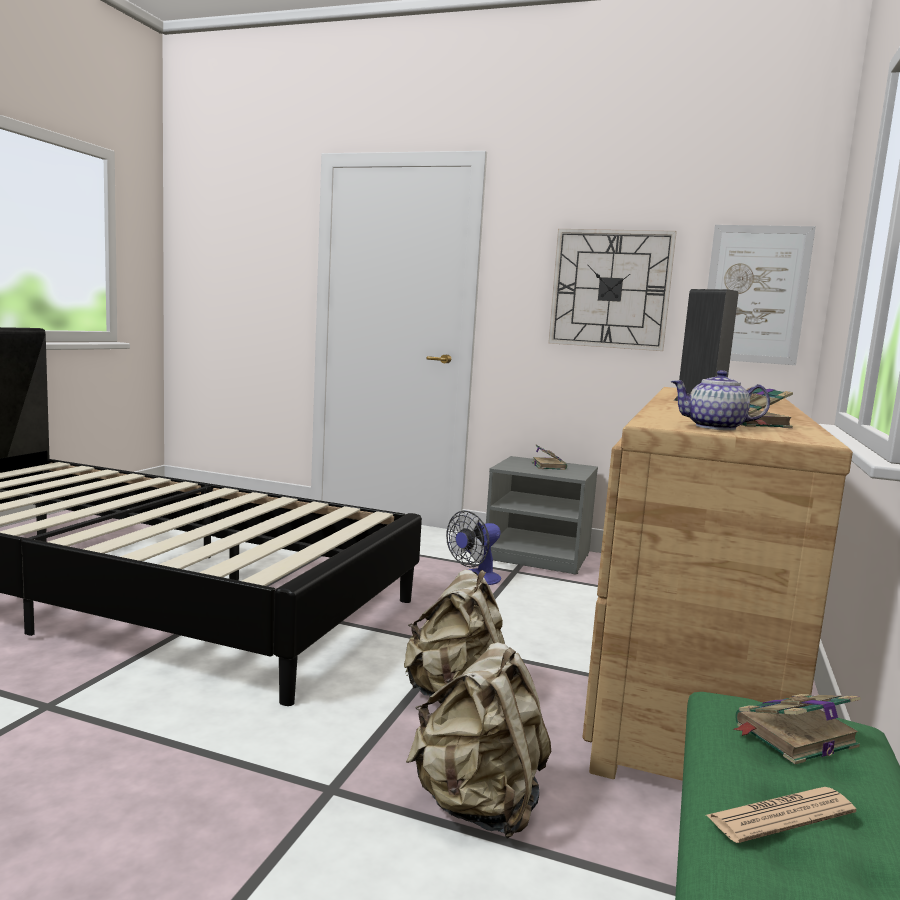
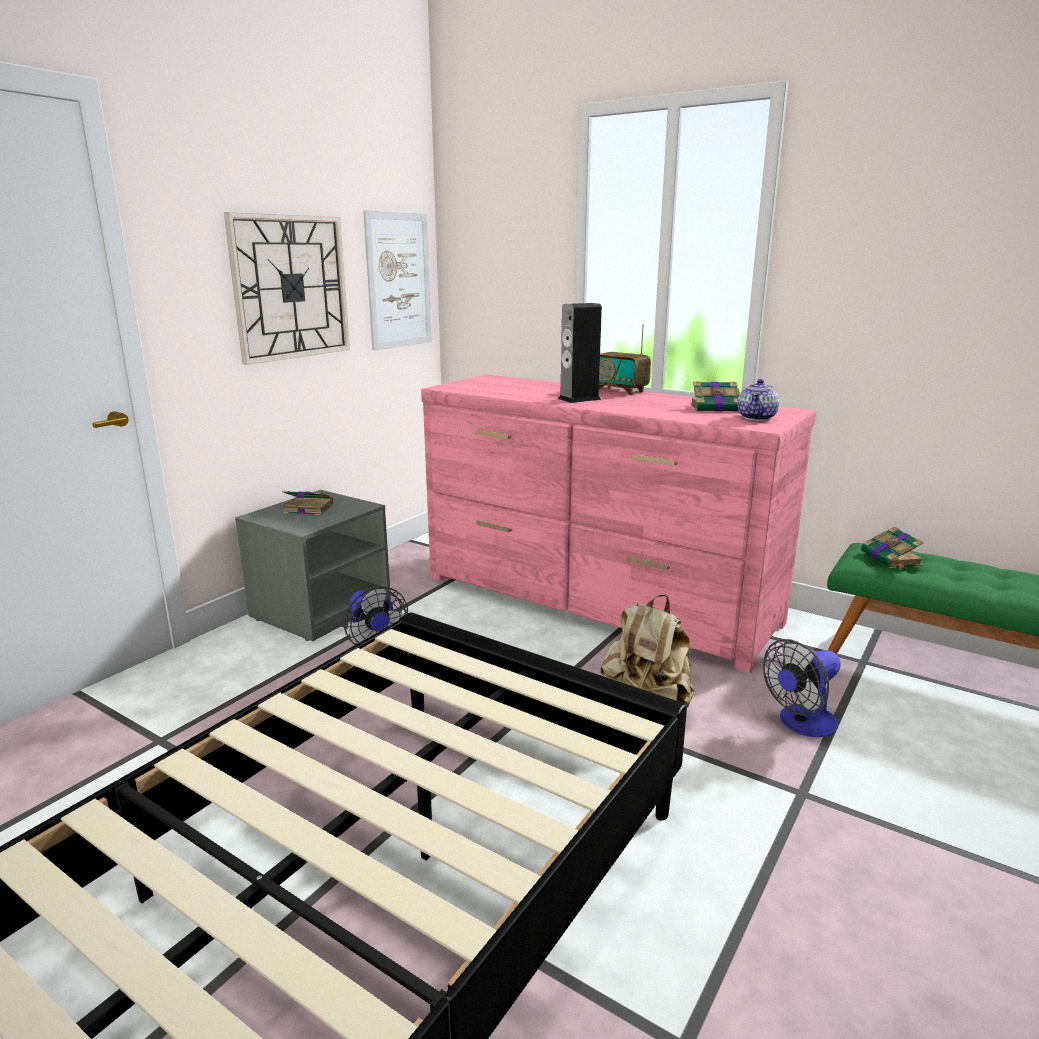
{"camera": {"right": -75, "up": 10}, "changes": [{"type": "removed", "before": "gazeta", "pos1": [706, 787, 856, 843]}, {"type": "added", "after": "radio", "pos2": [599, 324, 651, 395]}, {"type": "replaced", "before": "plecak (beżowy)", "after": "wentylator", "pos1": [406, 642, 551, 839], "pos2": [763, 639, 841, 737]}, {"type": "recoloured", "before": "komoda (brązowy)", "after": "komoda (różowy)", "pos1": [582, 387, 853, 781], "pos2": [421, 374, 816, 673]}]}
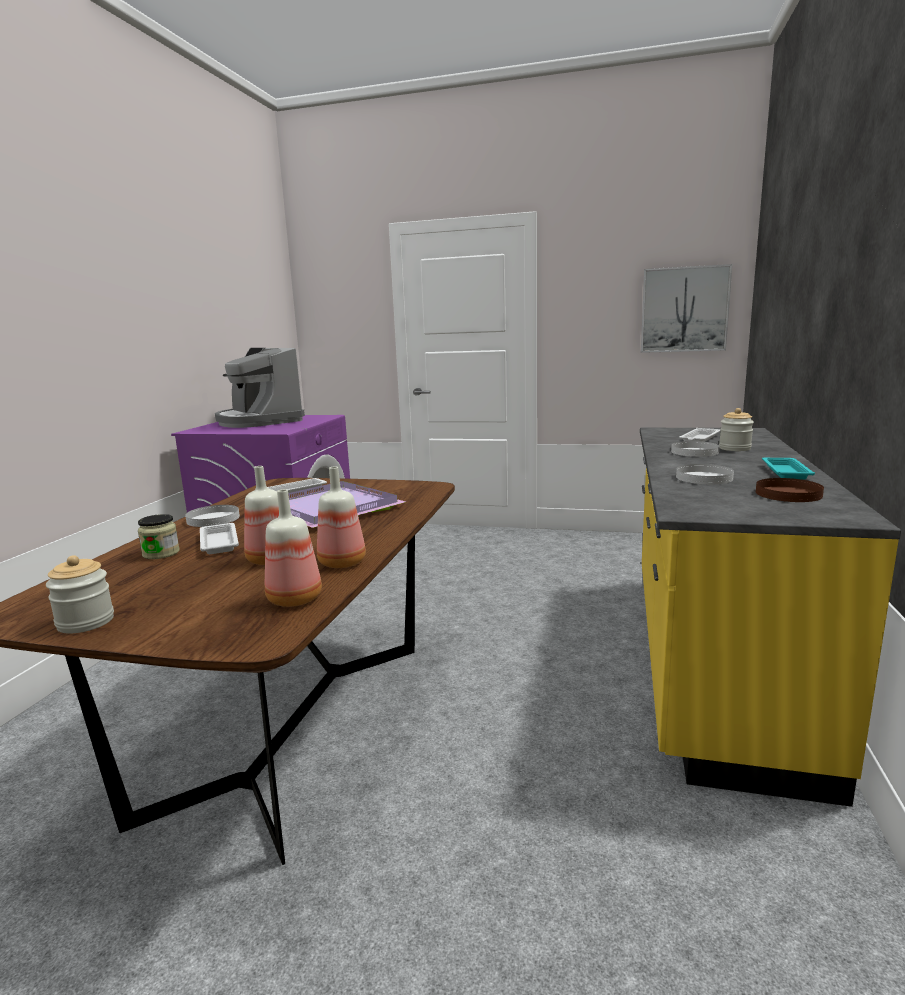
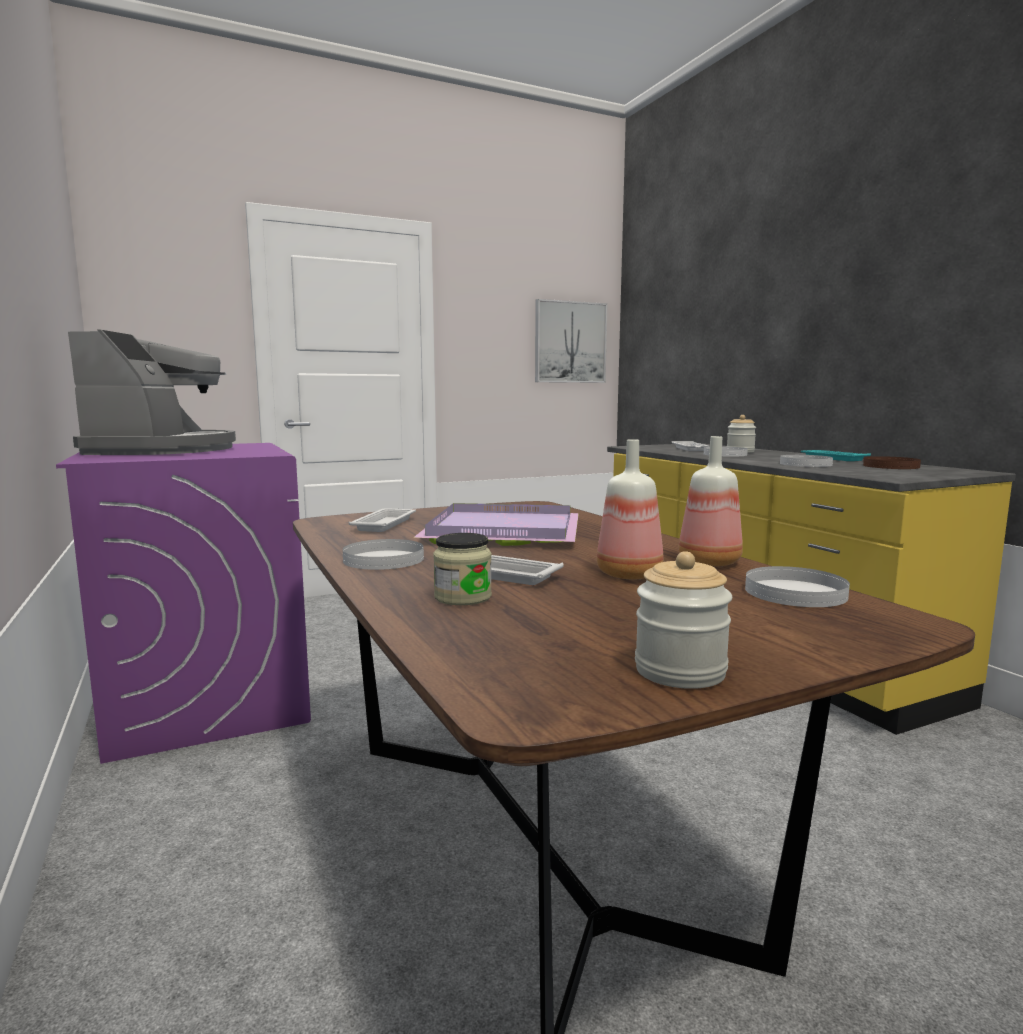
{"camera": {"right": -40, "up": -5}, "changes": [{"type": "replaced", "before": "butelka", "after": "talerz (biały)", "pos1": [265, 489, 322, 607], "pos2": [745, 566, 850, 607]}, {"type": "turned", "before": "ekspres do kawy", "pos1": [215, 348, 305, 428], "pos2": [68, 330, 236, 455], "turn": -105}]}
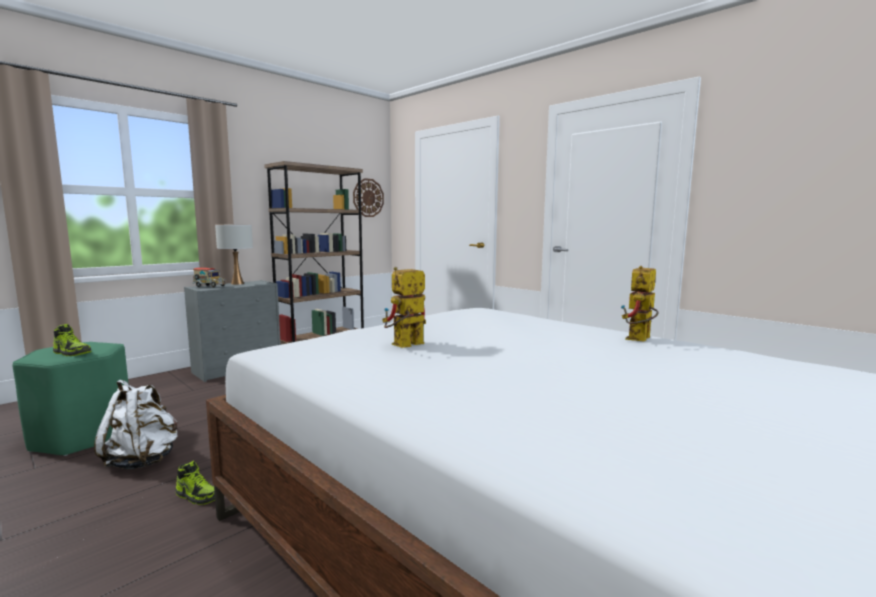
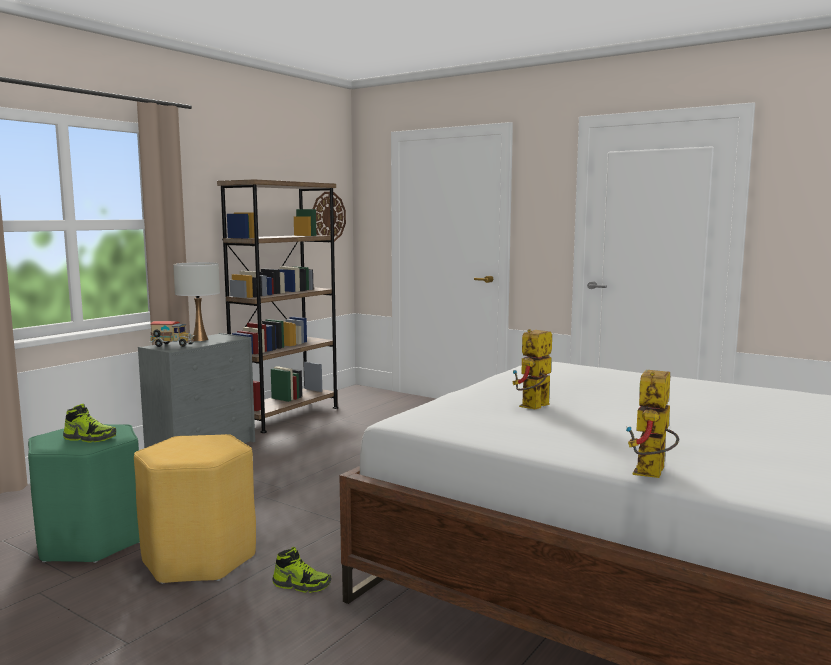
{"camera": {"right": -10, "up": 0}, "changes": [{"type": "moved", "before": "robot zabawkowy", "pos1": [621, 266, 659, 342], "pos2": [626, 370, 679, 478]}, {"type": "replaced", "before": "plecak (biały)", "after": "stołek (żółty)", "pos1": [94, 380, 178, 469], "pos2": [134, 434, 256, 584]}]}
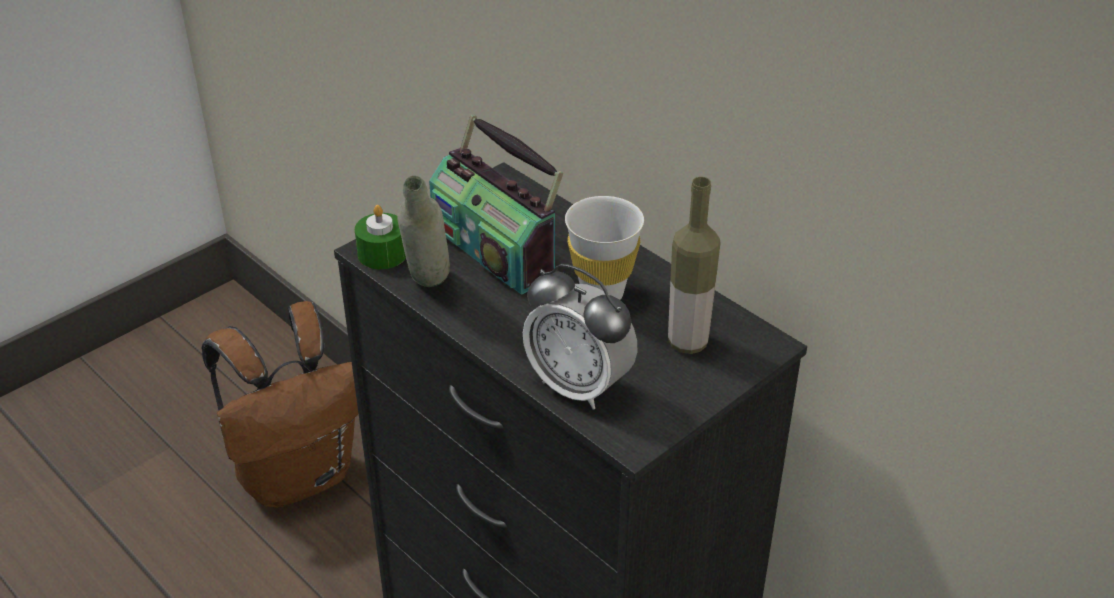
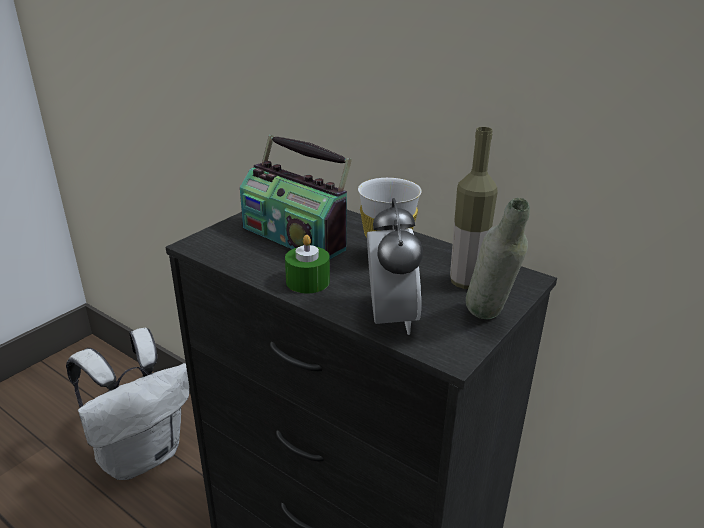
{"camera": {"right": -10, "up": -10}, "changes": [{"type": "moved", "before": "świeca (zielony)", "pos1": [355, 205, 406, 269], "pos2": [285, 235, 330, 293]}, {"type": "moved", "before": "butelka (szary)", "pos1": [397, 176, 450, 287], "pos2": [466, 198, 530, 319]}, {"type": "recoloured", "before": "plecak (brązowy)", "after": "plecak (biały)", "pos1": [201, 301, 358, 507], "pos2": [66, 328, 189, 480]}, {"type": "turned", "before": "budzik", "pos1": [523, 264, 637, 410], "pos2": [367, 198, 423, 335], "turn": -120}]}
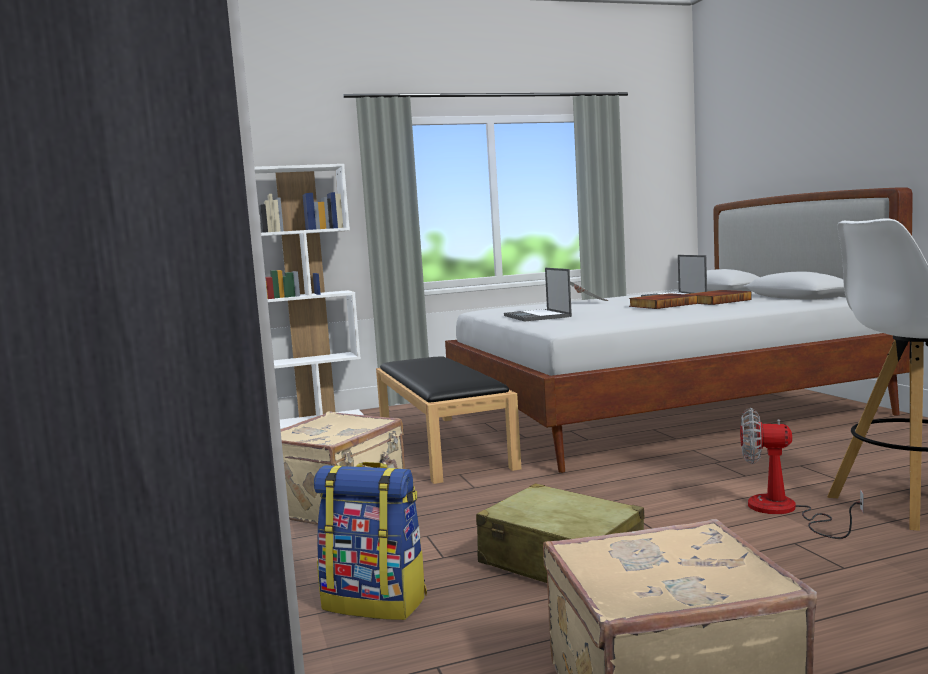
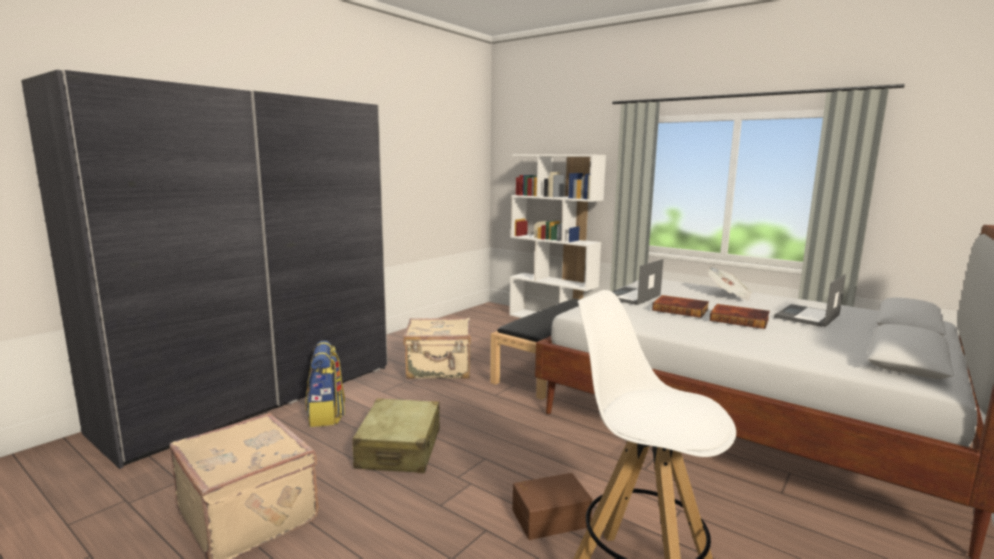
{"camera": {"right": 55, "up": 5}, "changes": [{"type": "moved", "before": "książka", "pos1": [687, 290, 752, 305], "pos2": [652, 295, 709, 318]}, {"type": "replaced", "before": "wentylator", "after": "pojemnik do przechowywania (brązowy)", "pos1": [740, 408, 864, 539], "pos2": [513, 473, 593, 540]}]}
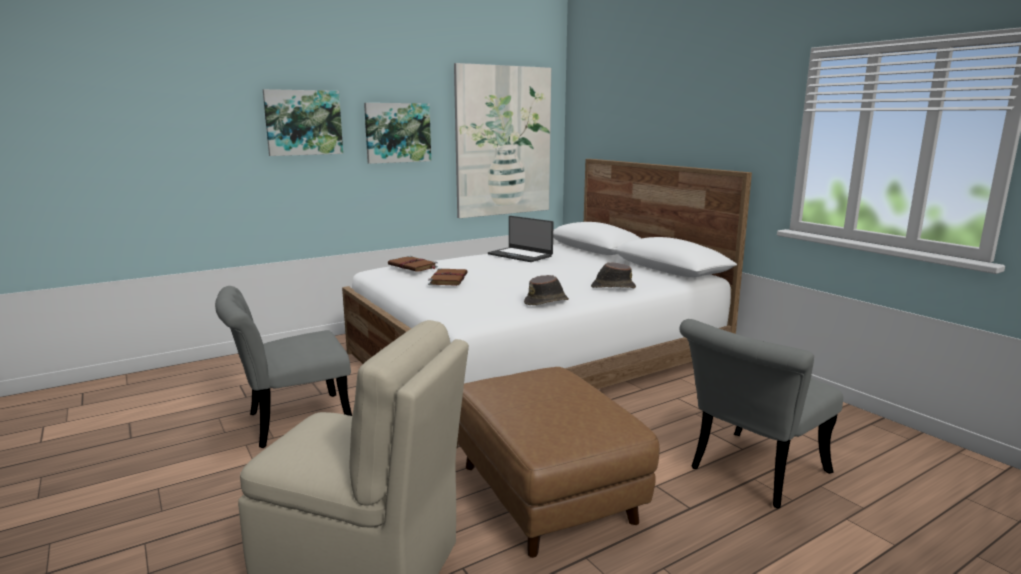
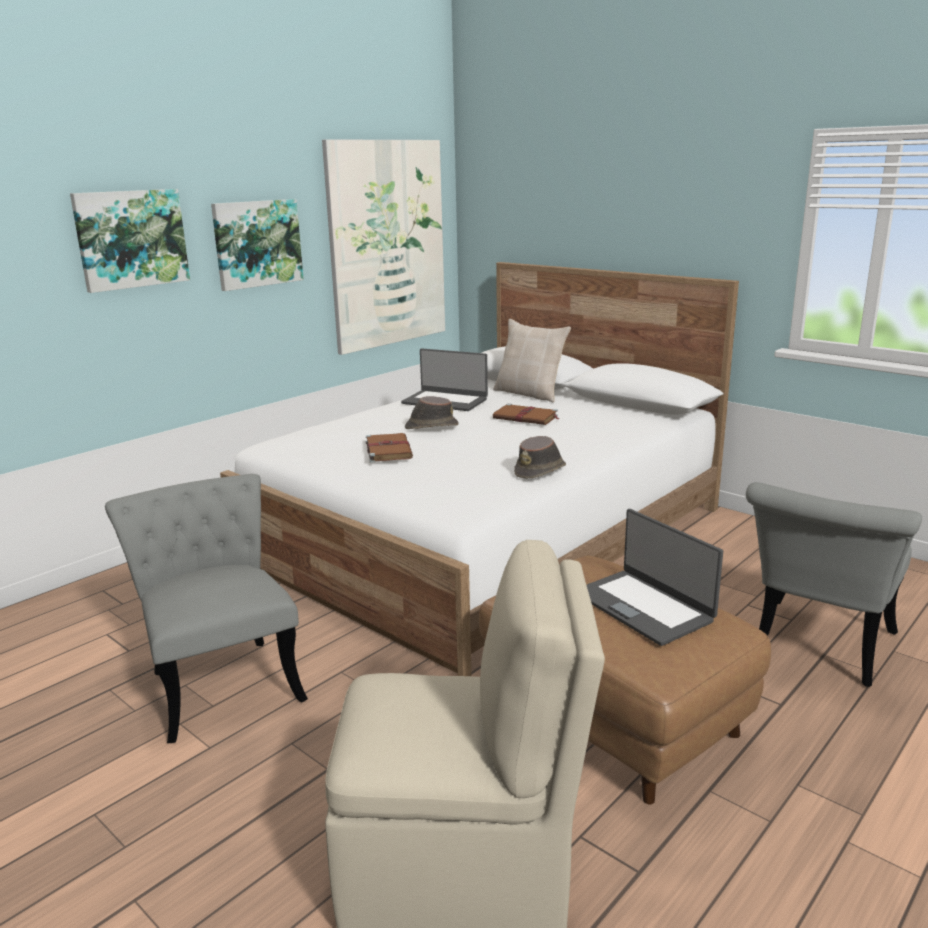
{"camera": {"right": -15, "up": 5}, "changes": [{"type": "added", "after": "poduszka (beżowy)", "pos2": [493, 319, 571, 402]}, {"type": "added", "after": "laptop", "pos2": [587, 509, 723, 646]}, {"type": "moved", "before": "książka (brązowy)", "pos1": [388, 256, 438, 272], "pos2": [493, 404, 560, 425]}, {"type": "moved", "before": "kapelusz (brązowy)", "pos1": [591, 262, 636, 288], "pos2": [405, 396, 459, 429]}, {"type": "turned", "before": "krzesło (szary)", "pos1": [215, 286, 352, 448], "pos2": [105, 474, 308, 743], "turn": 105}]}
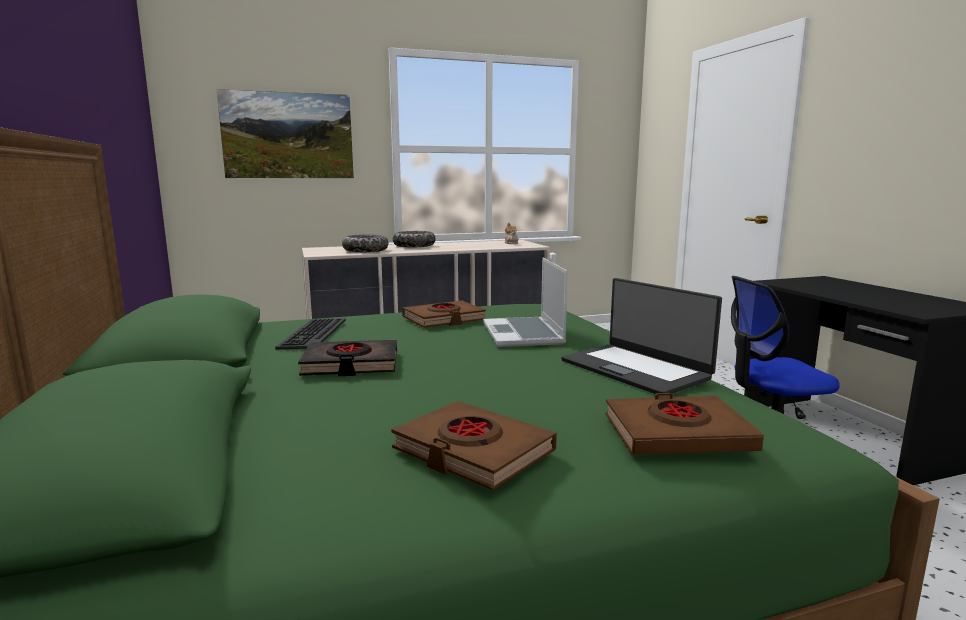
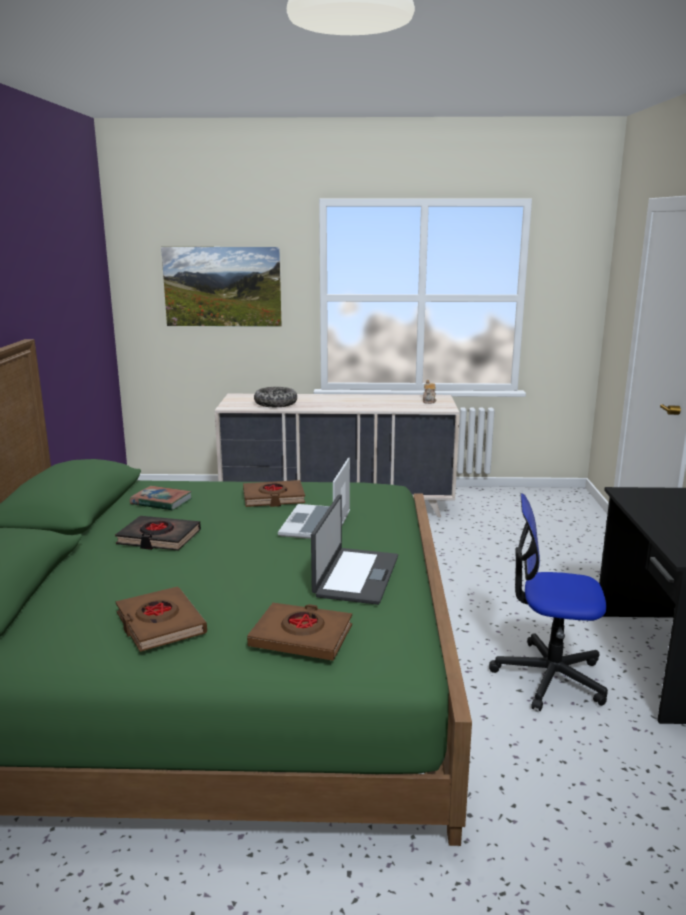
{"camera": {"right": 20, "up": 5}, "changes": [{"type": "removed", "before": "miska", "pos1": [393, 231, 435, 247]}, {"type": "replaced", "before": "klawiatura", "after": "książka", "pos1": [275, 318, 346, 350], "pos2": [130, 486, 192, 511]}, {"type": "turned", "before": "laptop", "pos1": [561, 278, 722, 394], "pos2": [311, 495, 398, 605], "turn": -150}]}
